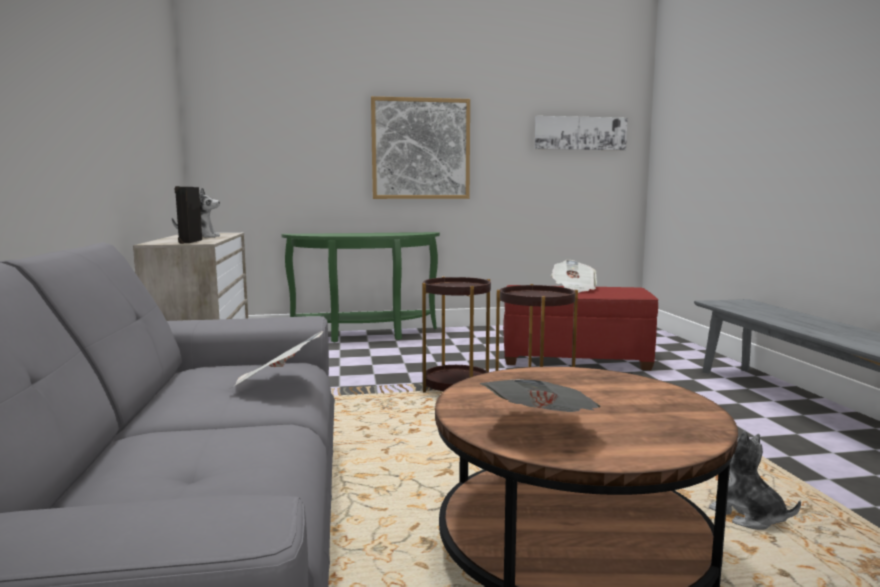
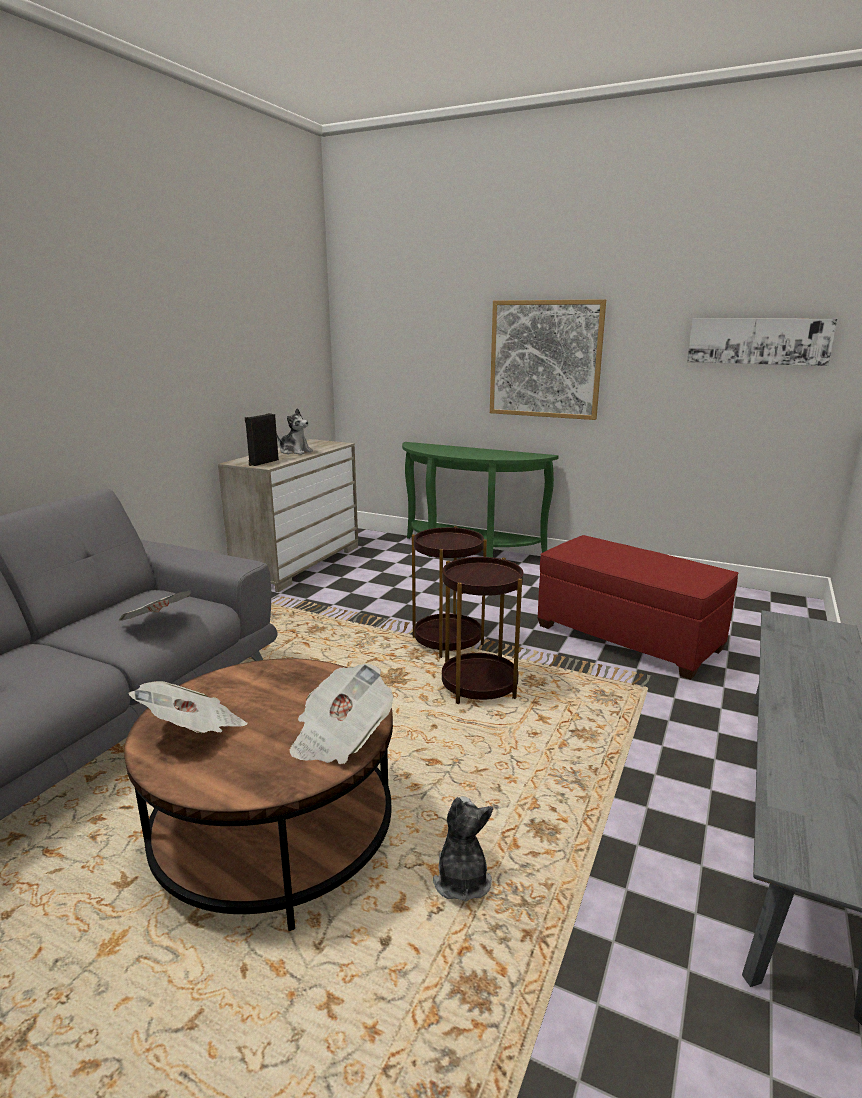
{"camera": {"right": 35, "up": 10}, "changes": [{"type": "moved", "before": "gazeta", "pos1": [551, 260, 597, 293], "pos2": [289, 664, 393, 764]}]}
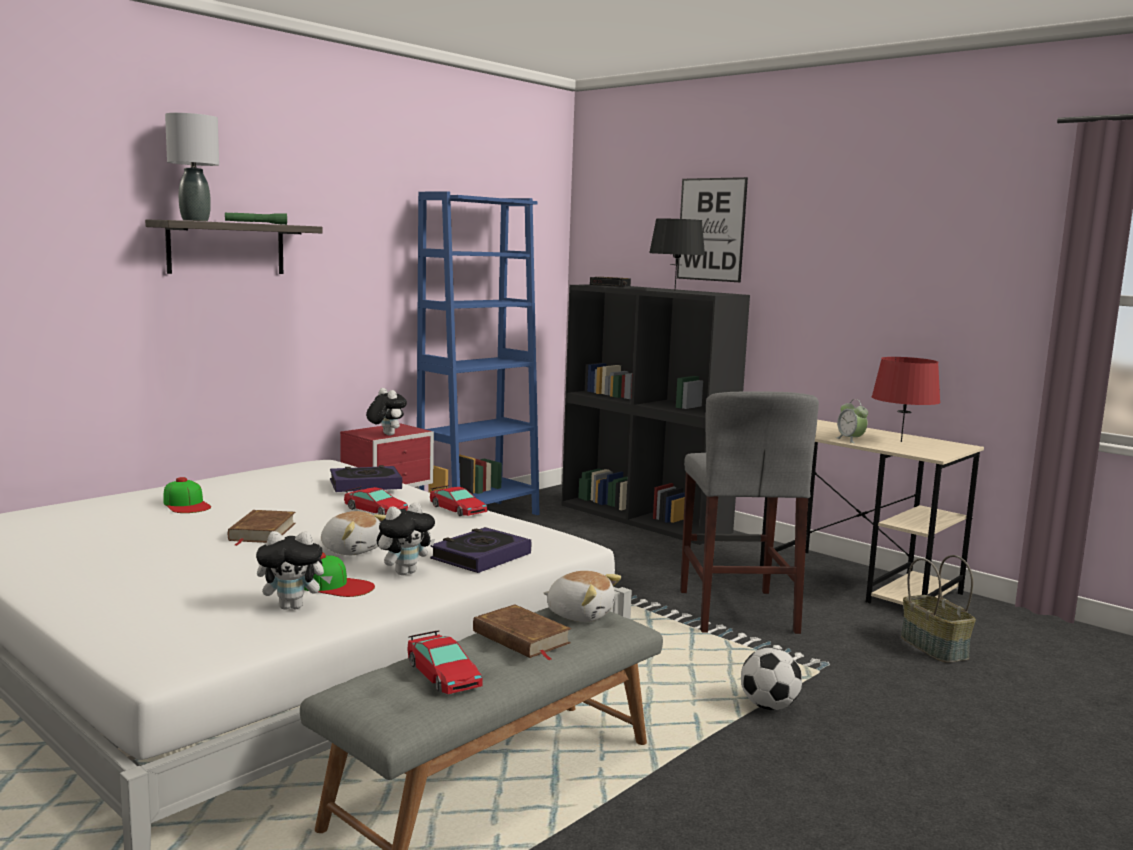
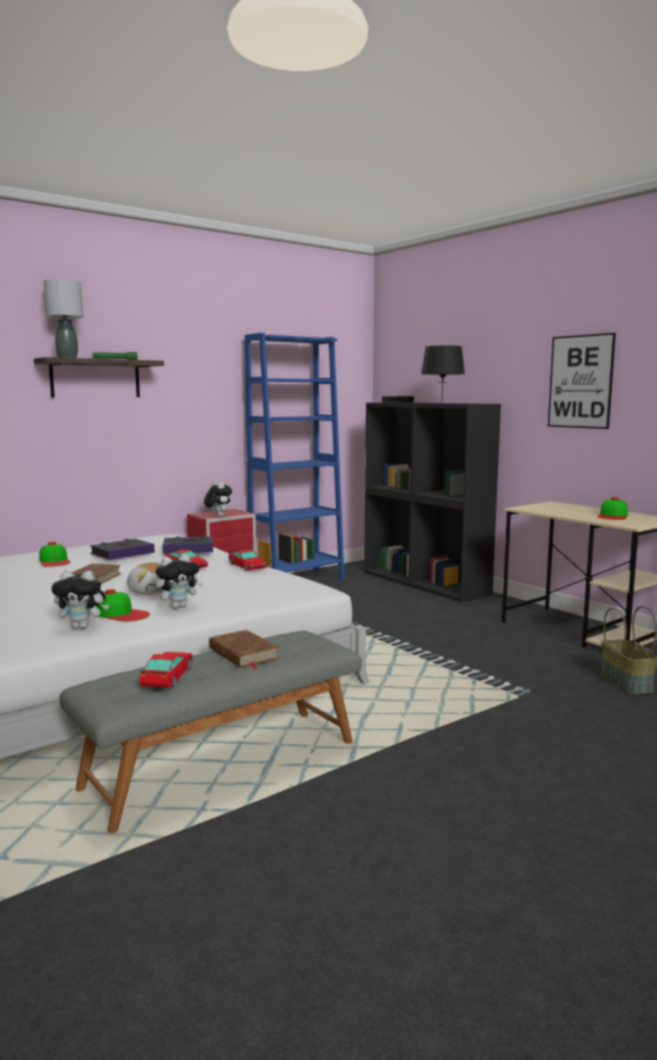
{"camera": {"right": 10, "up": 0}, "changes": [{"type": "removed", "before": "pluszak", "pos1": [544, 571, 621, 622]}, {"type": "removed", "before": "stołek (szary)", "pos1": [680, 391, 819, 634]}, {"type": "removed", "before": "piłka futbolowa", "pos1": [741, 648, 802, 710]}, {"type": "removed", "before": "budzik", "pos1": [836, 399, 868, 443]}, {"type": "moved", "before": "książka", "pos1": [430, 527, 531, 573], "pos2": [90, 539, 155, 560]}, {"type": "moved", "before": "obraz", "pos1": [677, 177, 748, 282], "pos2": [548, 333, 616, 429]}, {"type": "replaced", "before": "lampa stołowa (czerwony)", "after": "czapka z daszkiem", "pos1": [871, 357, 941, 442], "pos2": [597, 497, 628, 520]}, {"type": "turned", "before": "samochodzik", "pos1": [407, 631, 483, 694], "pos2": [139, 652, 193, 687], "turn": -150}]}
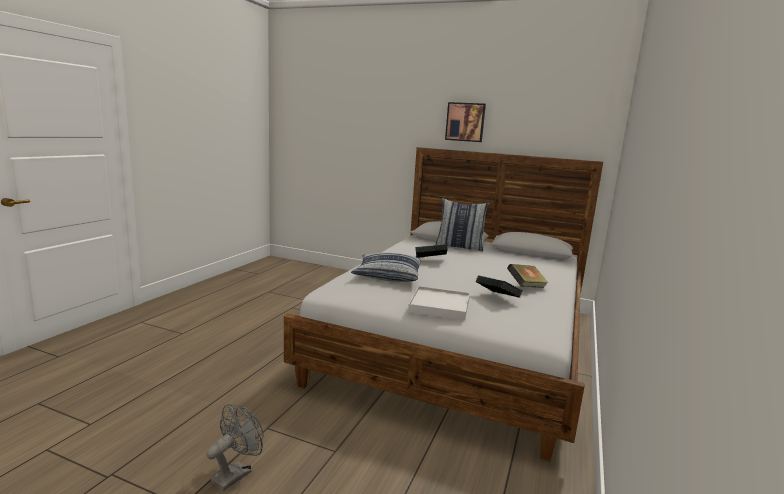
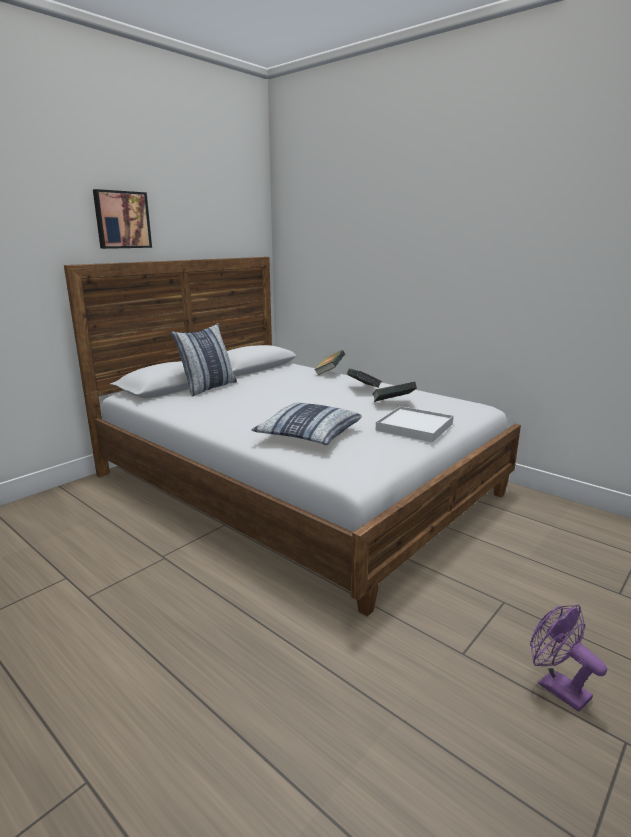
{"camera": {"right": -70, "up": 5}, "changes": [{"type": "moved", "before": "książka", "pos1": [415, 244, 448, 258], "pos2": [314, 350, 345, 376]}, {"type": "recoloured", "before": "wentylator (szary)", "after": "wentylator (fioletowy)", "pos1": [206, 404, 263, 491], "pos2": [530, 605, 607, 712]}]}
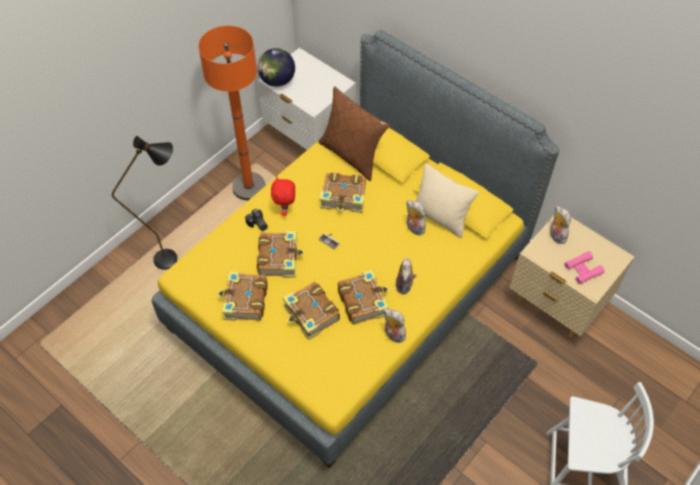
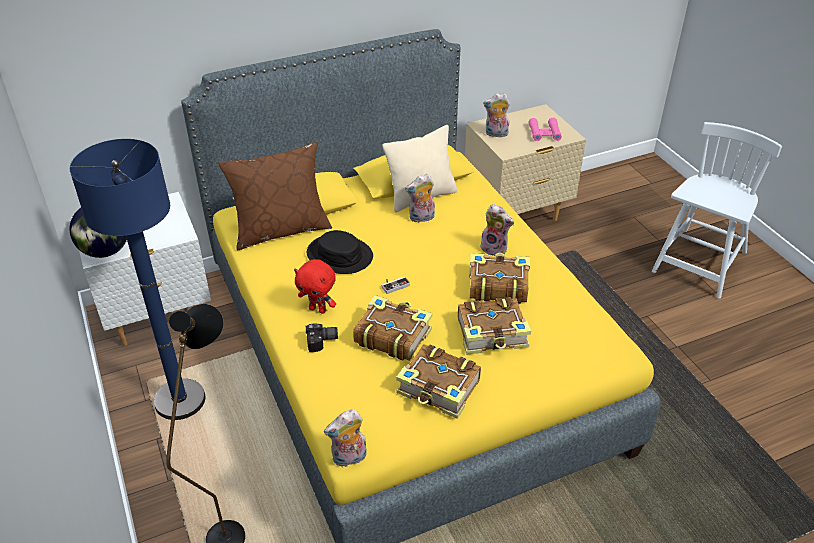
{"camera": {"right": -65, "up": -15}, "changes": [{"type": "moved", "before": "pluszak", "pos1": [383, 308, 407, 343], "pos2": [324, 409, 367, 467]}, {"type": "replaced", "before": "książka", "after": "kapelusz (czarny)", "pos1": [320, 172, 366, 213], "pos2": [307, 230, 373, 274]}, {"type": "recoloured", "before": "lampa stojąca (pomarańczowy)", "after": "lampa stojąca (niebieski)", "pos1": [198, 26, 266, 200], "pos2": [70, 139, 206, 420]}]}
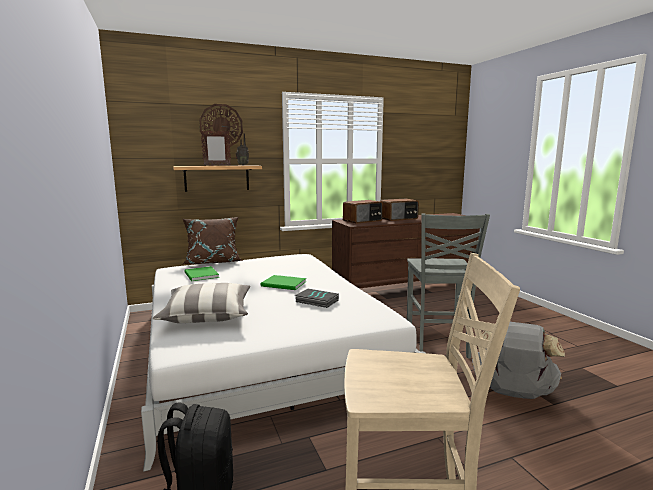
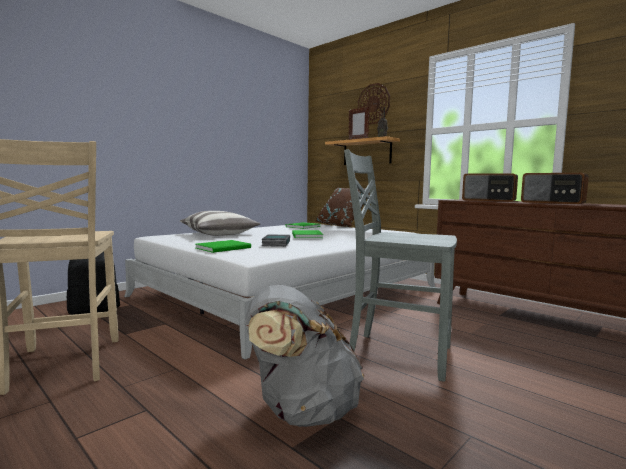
{"camera": {"right": 65, "up": -5}, "changes": [{"type": "added", "after": "książka (zielony)", "pos2": [196, 240, 251, 253]}, {"type": "turned", "before": "krzesło (szary)", "pos1": [407, 213, 490, 359], "pos2": [344, 149, 457, 382], "turn": 45}]}
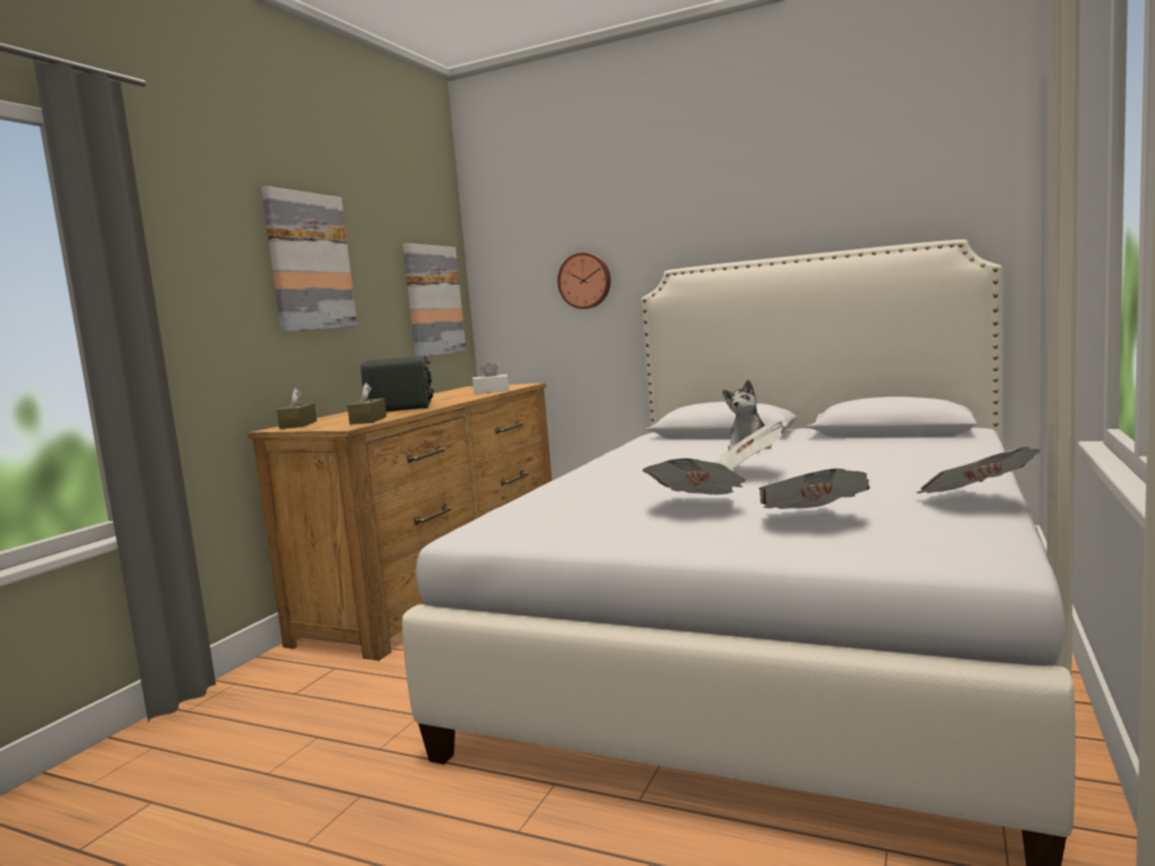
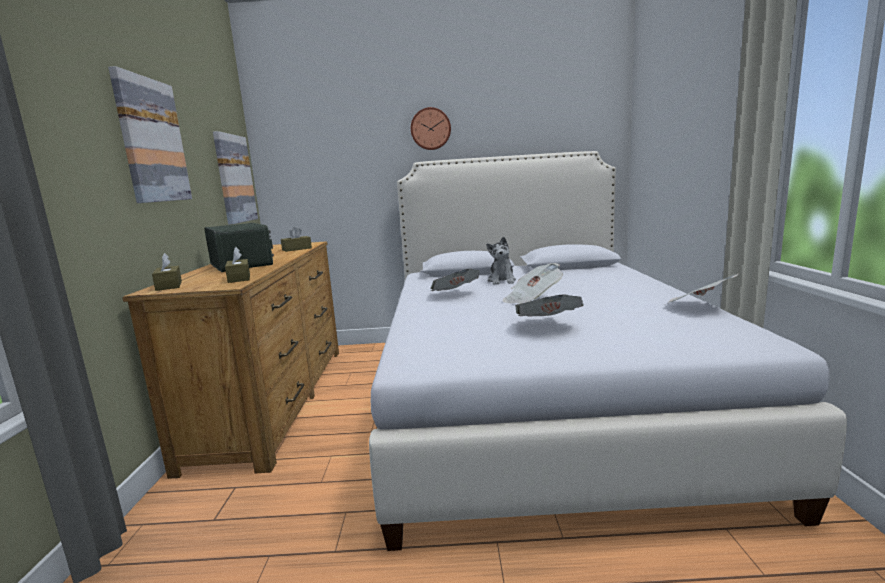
{"camera": {"right": -25, "up": 5}, "changes": [{"type": "moved", "before": "zegar ścienny", "pos1": [557, 252, 611, 309], "pos2": [411, 107, 451, 150]}, {"type": "moved", "before": "gazeta", "pos1": [759, 468, 870, 509], "pos2": [431, 269, 480, 291]}, {"type": "recoloured", "before": "pudełko chusteczek (biały)", "after": "pudełko chusteczek (brązowy)", "pos1": [473, 362, 509, 394], "pos2": [281, 227, 312, 252]}]}
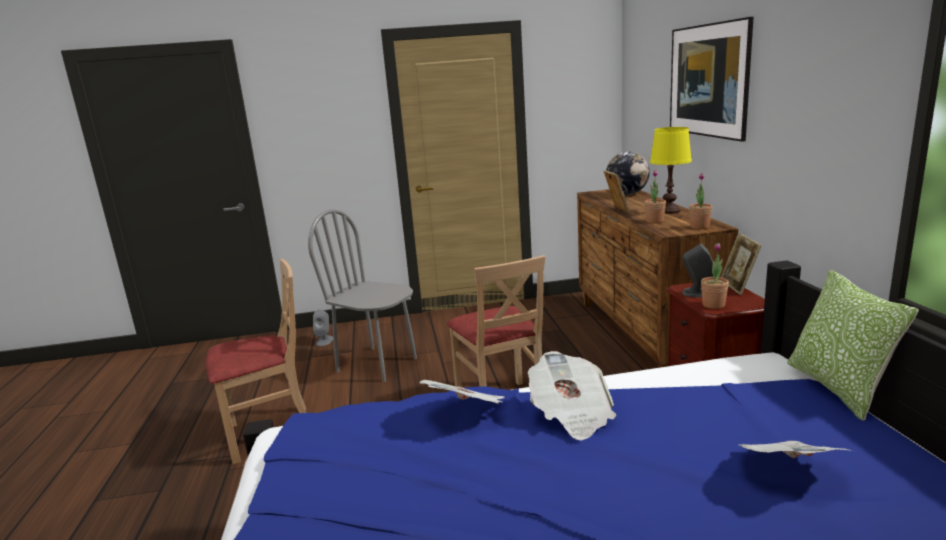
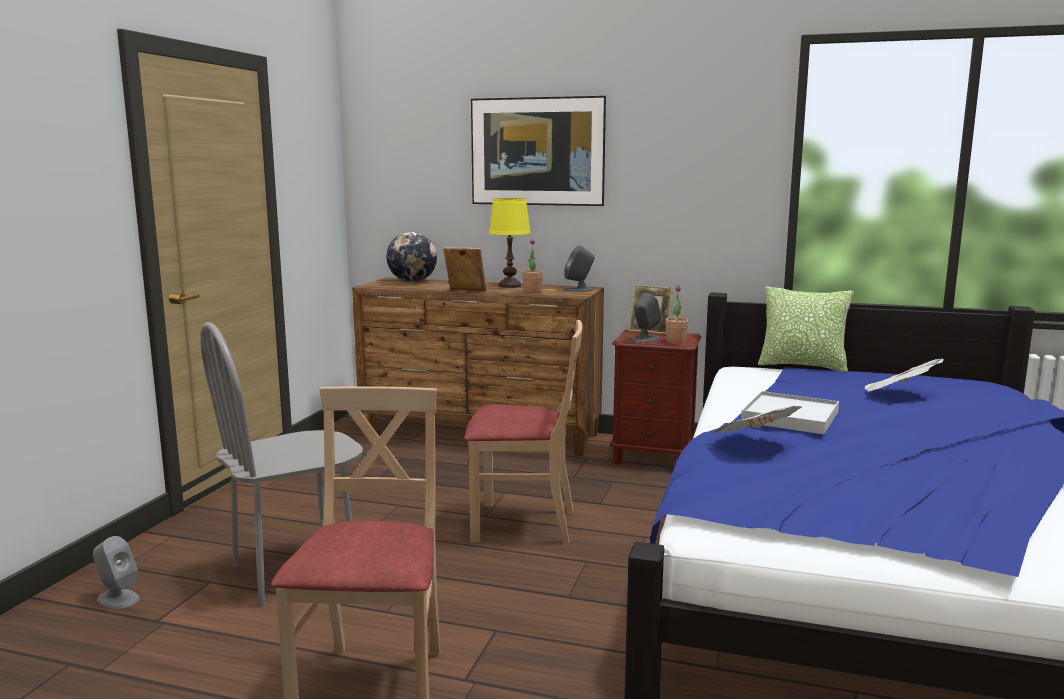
{"camera": {"right": -65, "up": -5}, "changes": [{"type": "replaced", "before": "gazeta", "after": "taca (biały)", "pos1": [528, 351, 616, 441], "pos2": [741, 391, 839, 434]}, {"type": "replaced", "before": "roślina doniczkowa", "after": "głośnik (szary)", "pos1": [689, 173, 712, 229], "pos2": [564, 246, 594, 292]}]}
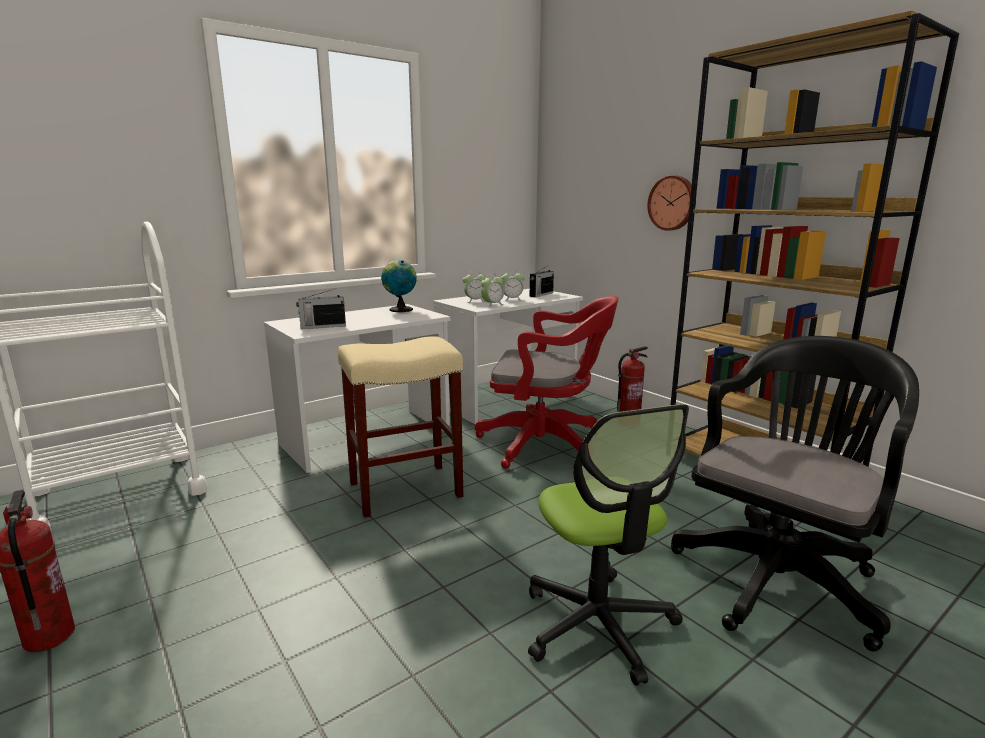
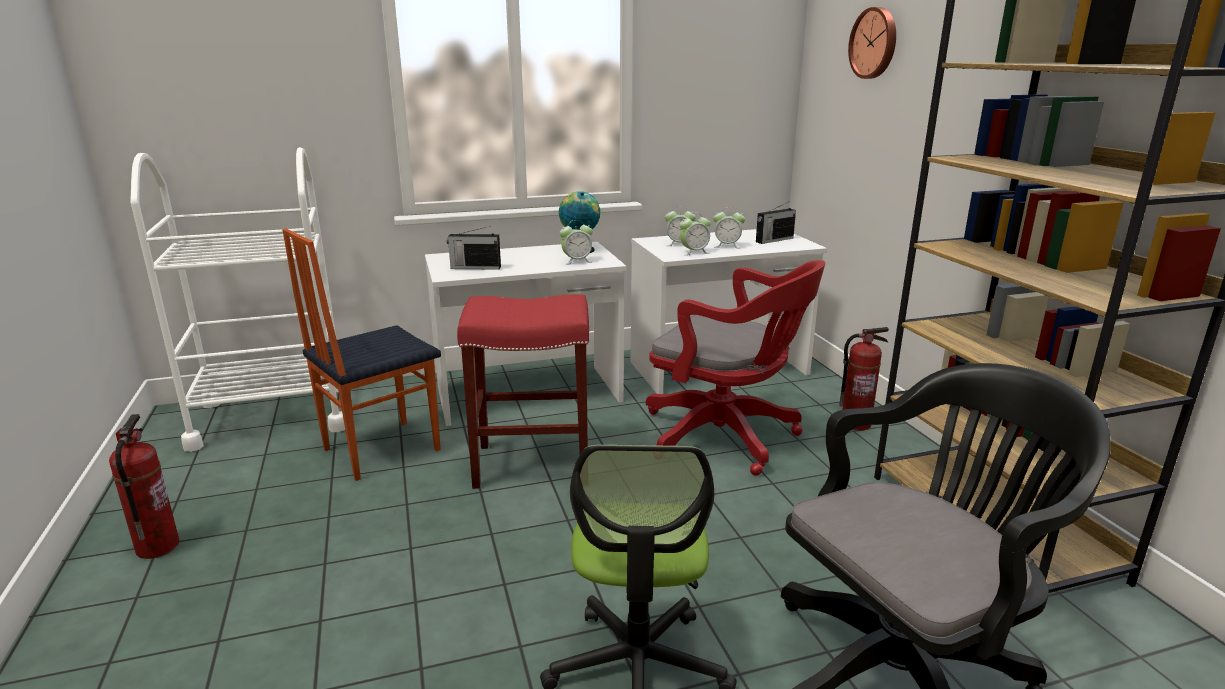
{"camera": {"right": 20, "up": 5}, "changes": [{"type": "added", "after": "krzesło", "pos2": [282, 228, 441, 481]}, {"type": "added", "after": "budzik", "pos2": [559, 220, 593, 265]}, {"type": "moved", "before": "zegar ścienny", "pos1": [647, 175, 696, 231], "pos2": [848, 7, 896, 79]}, {"type": "recoloured", "before": "stołek (beżowy)", "after": "stołek (czerwony)", "pos1": [338, 336, 463, 518], "pos2": [457, 294, 589, 489]}]}
